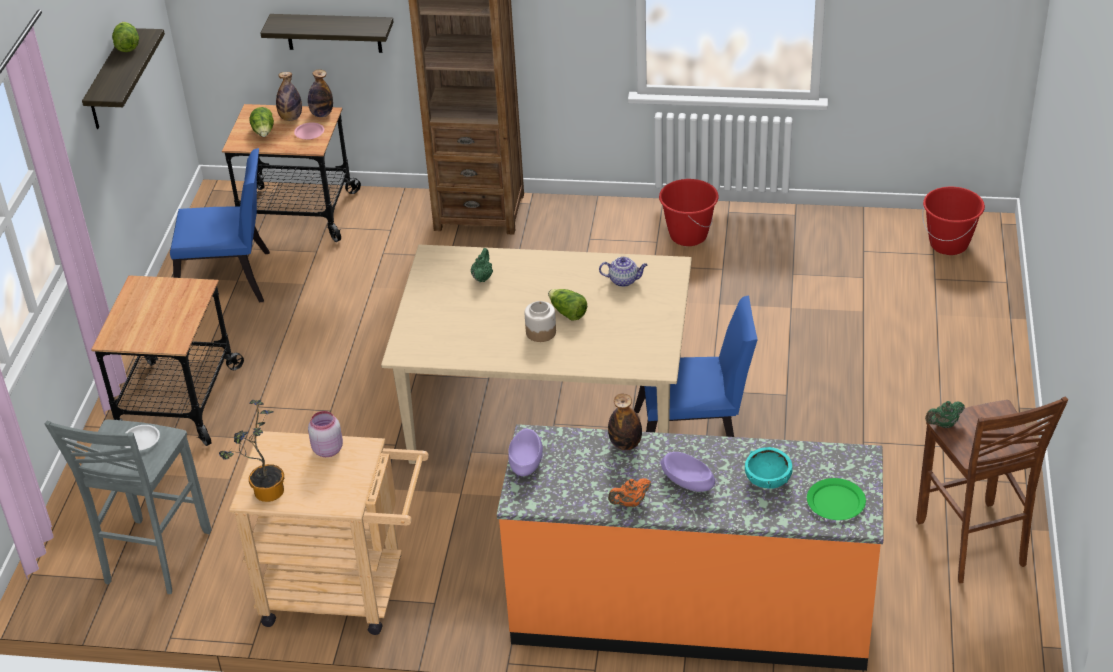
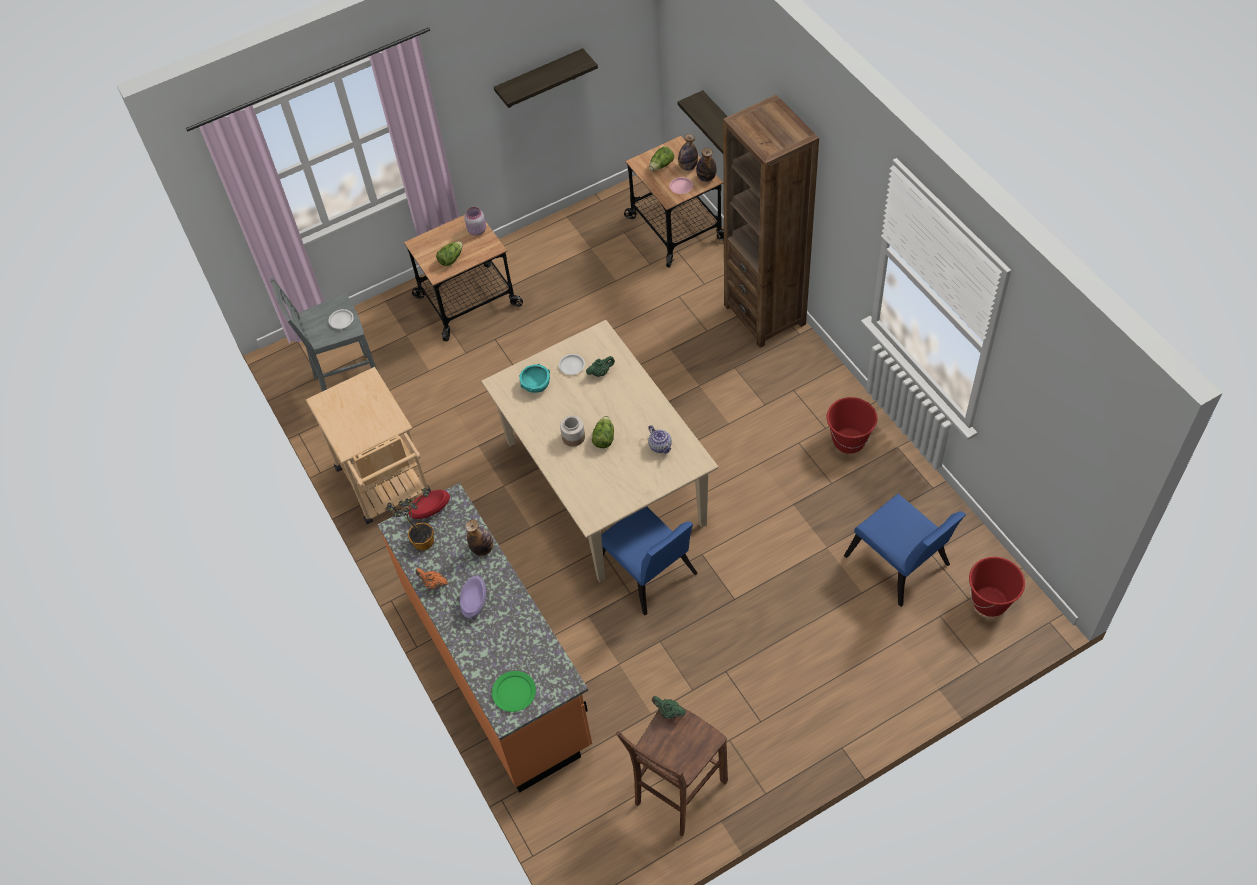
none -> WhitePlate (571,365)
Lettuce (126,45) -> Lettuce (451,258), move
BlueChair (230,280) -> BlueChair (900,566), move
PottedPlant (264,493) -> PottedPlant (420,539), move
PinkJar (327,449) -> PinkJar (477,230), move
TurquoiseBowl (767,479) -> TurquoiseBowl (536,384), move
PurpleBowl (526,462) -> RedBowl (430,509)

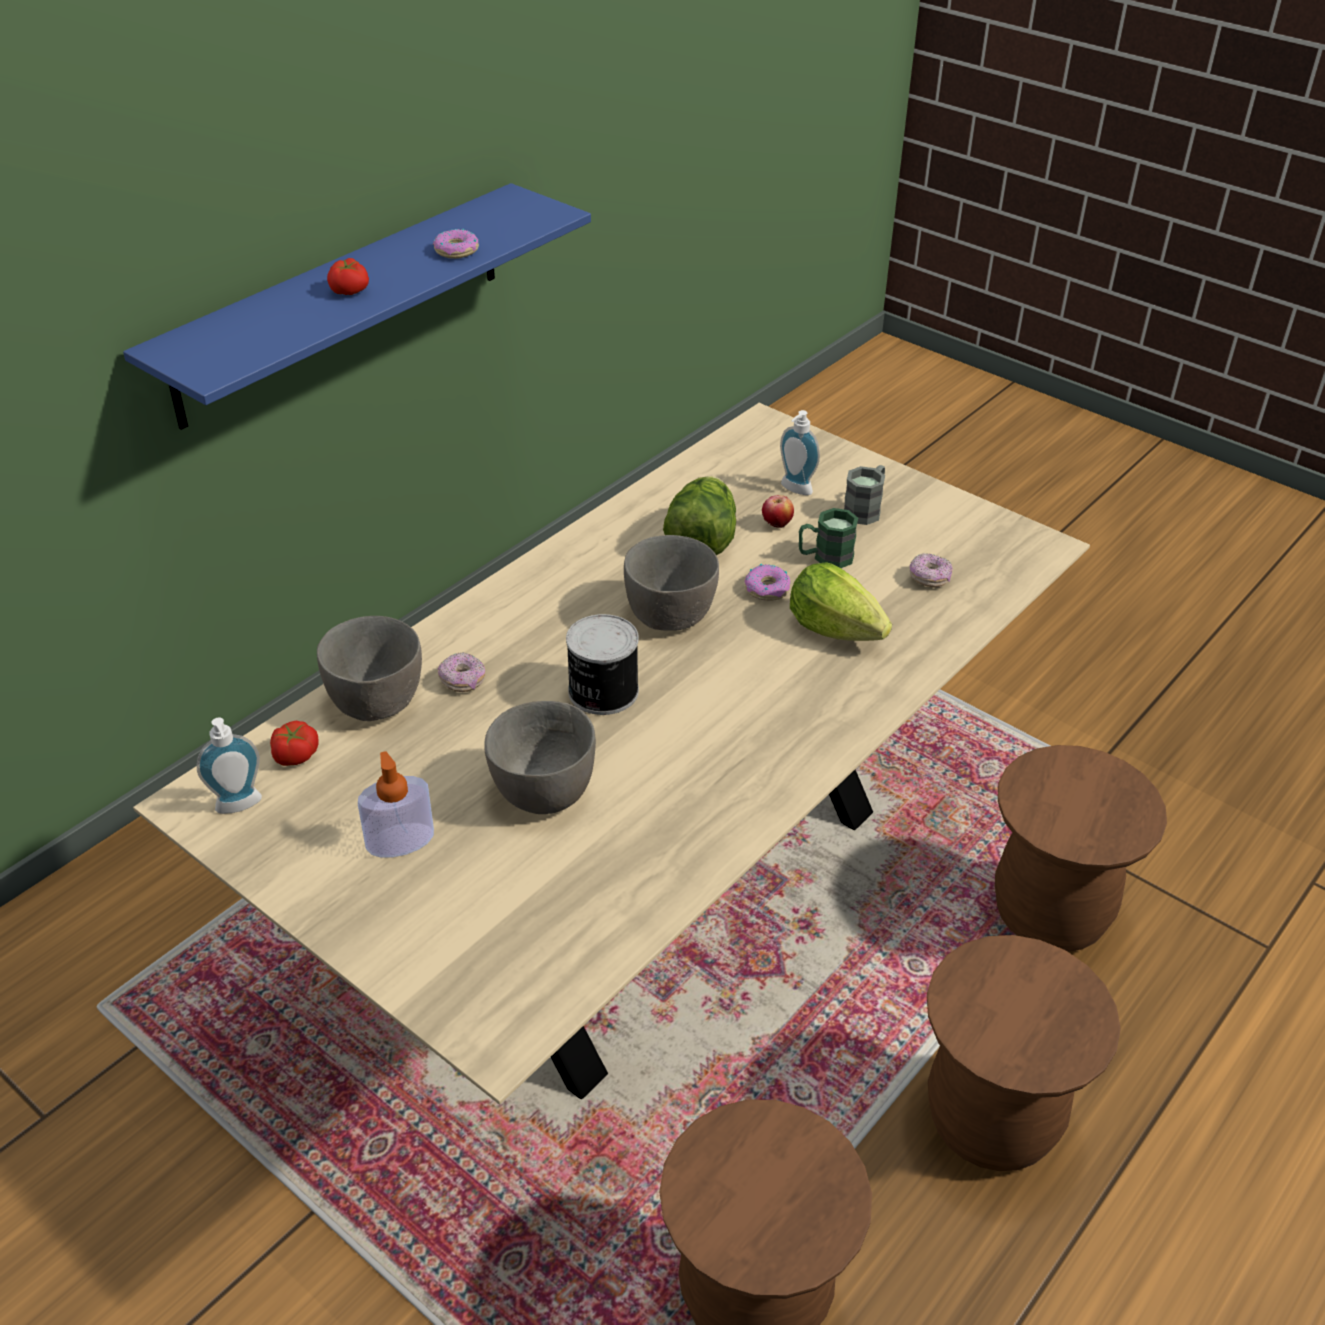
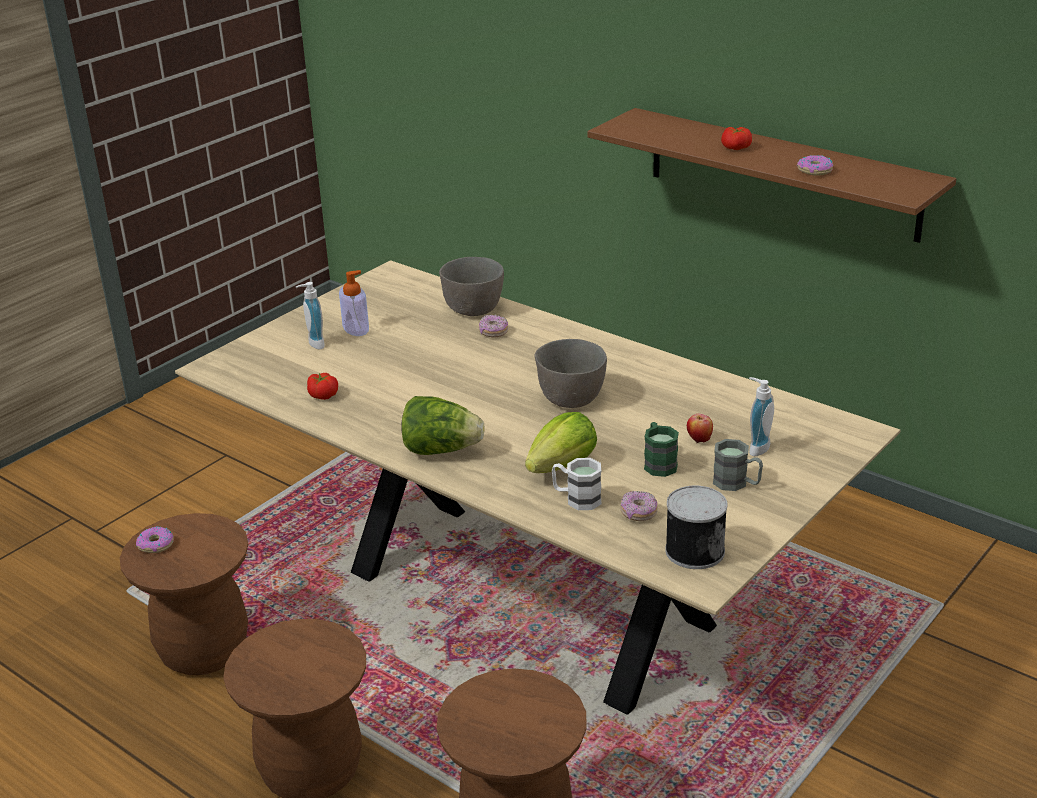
GreyBowl (541,791) -> none
none -> WhiteMug (576,498)
SoapDispenser (240,807) -> SoapDispenser (313,344), move
Tomato (295,755) -> Tomato (323,395), move
Can (601,692) -> Can (693,550), move
Lettuce (701,541) -> Lettuce (441,450), move
Donut (767,589) -> Donut (156,545), move
BlueShelf (342,303) -> BrownShelf (781,173)

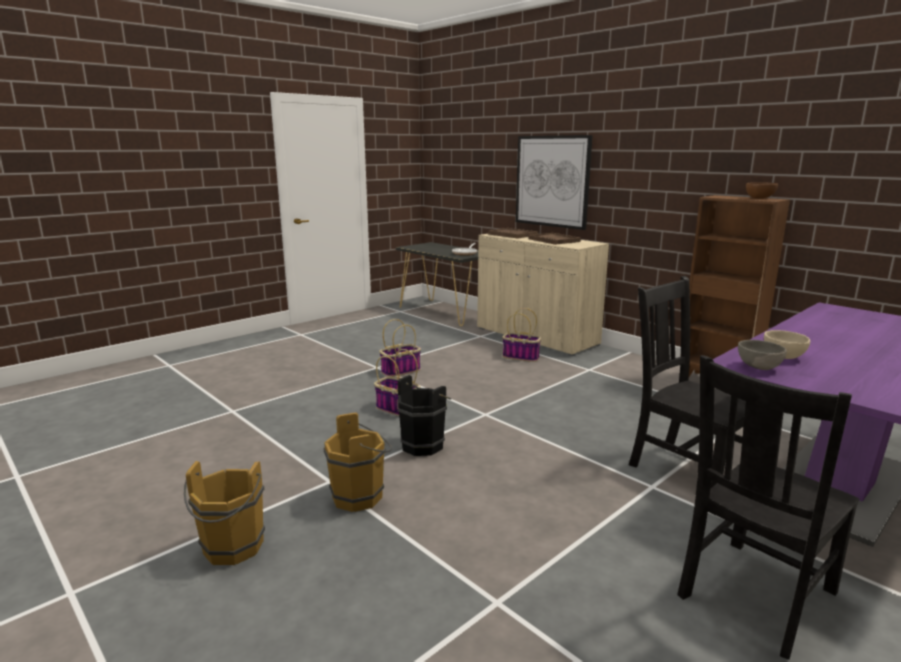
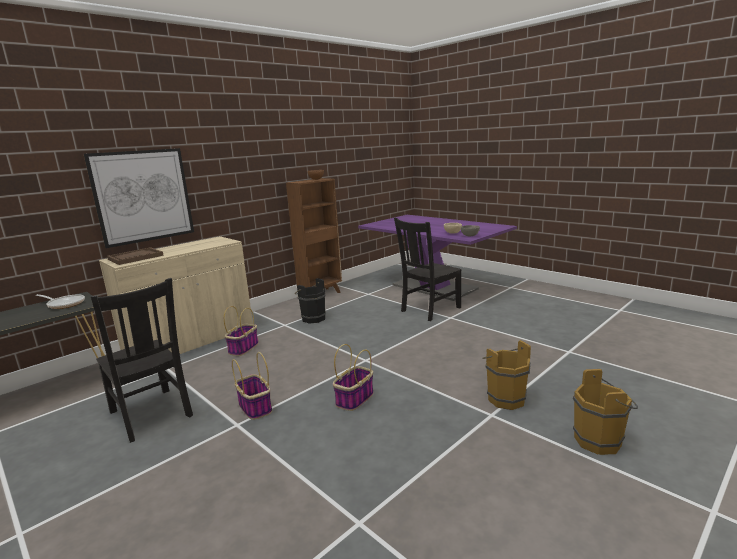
BrownTray (554,240) -> none
BlackBucket (425,444) -> BlackBucket (312,318), move
BlackChair (754,596) -> BlackChair (151,415), move

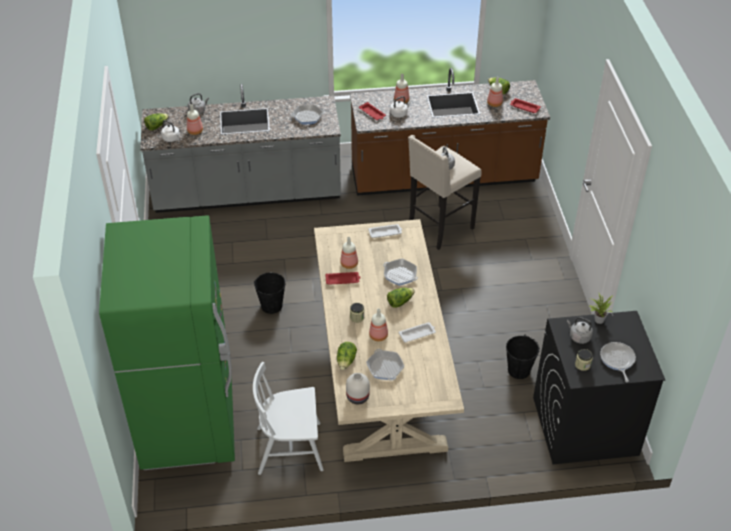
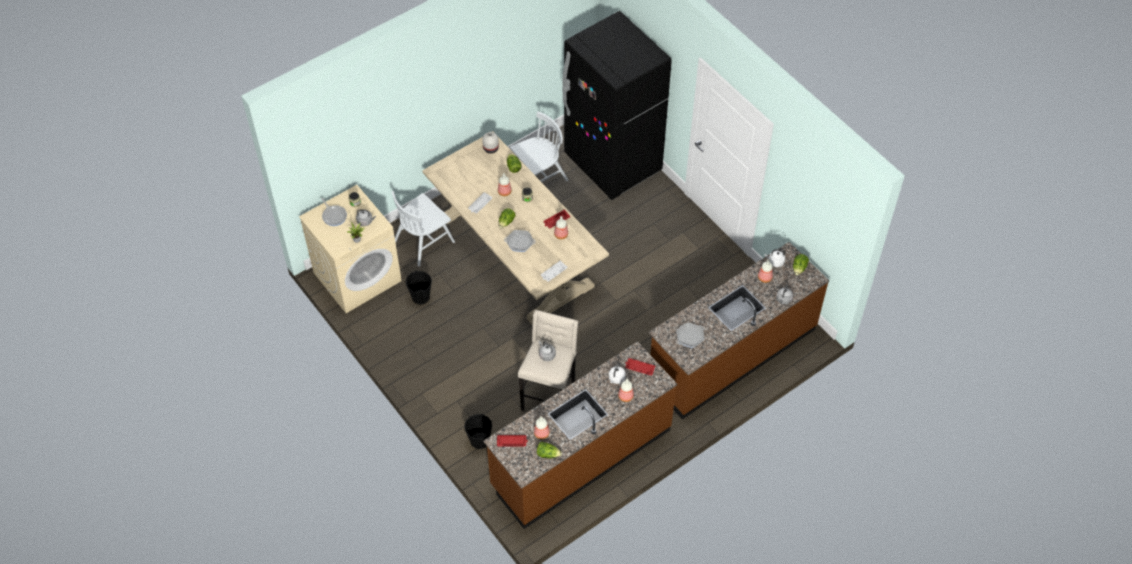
FryingPan (385,368) -> none
none -> WhiteChair (424,241)
BlackBucket (271,305) -> BlackBucket (479,440), move
GreenFridge (188,423) -> BlackFridge (613,163)
GreyCounter (247,194) -> BrownCounter (731,354)
BlackWashingMachine (584,426) -> BeigeWashingMachine (357,276)

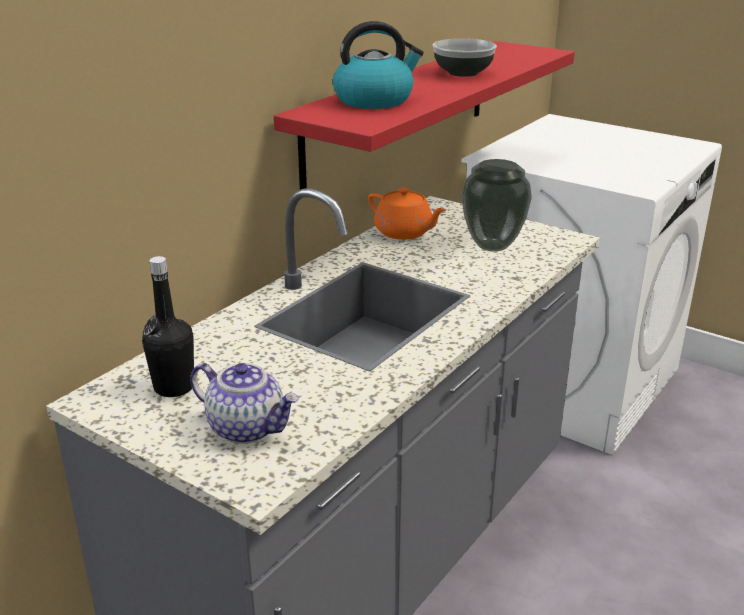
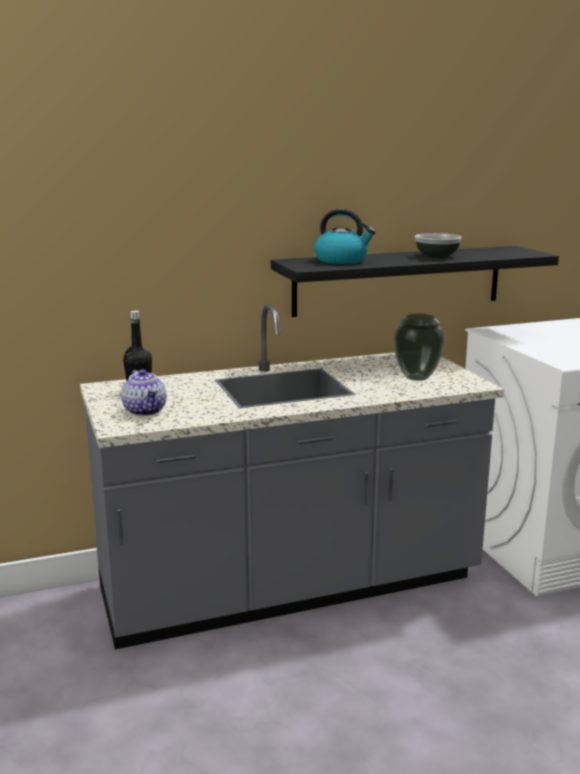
OrangeTeapot (404,232) -> none
RedShelf (400,111) -> BlackShelf (398,280)

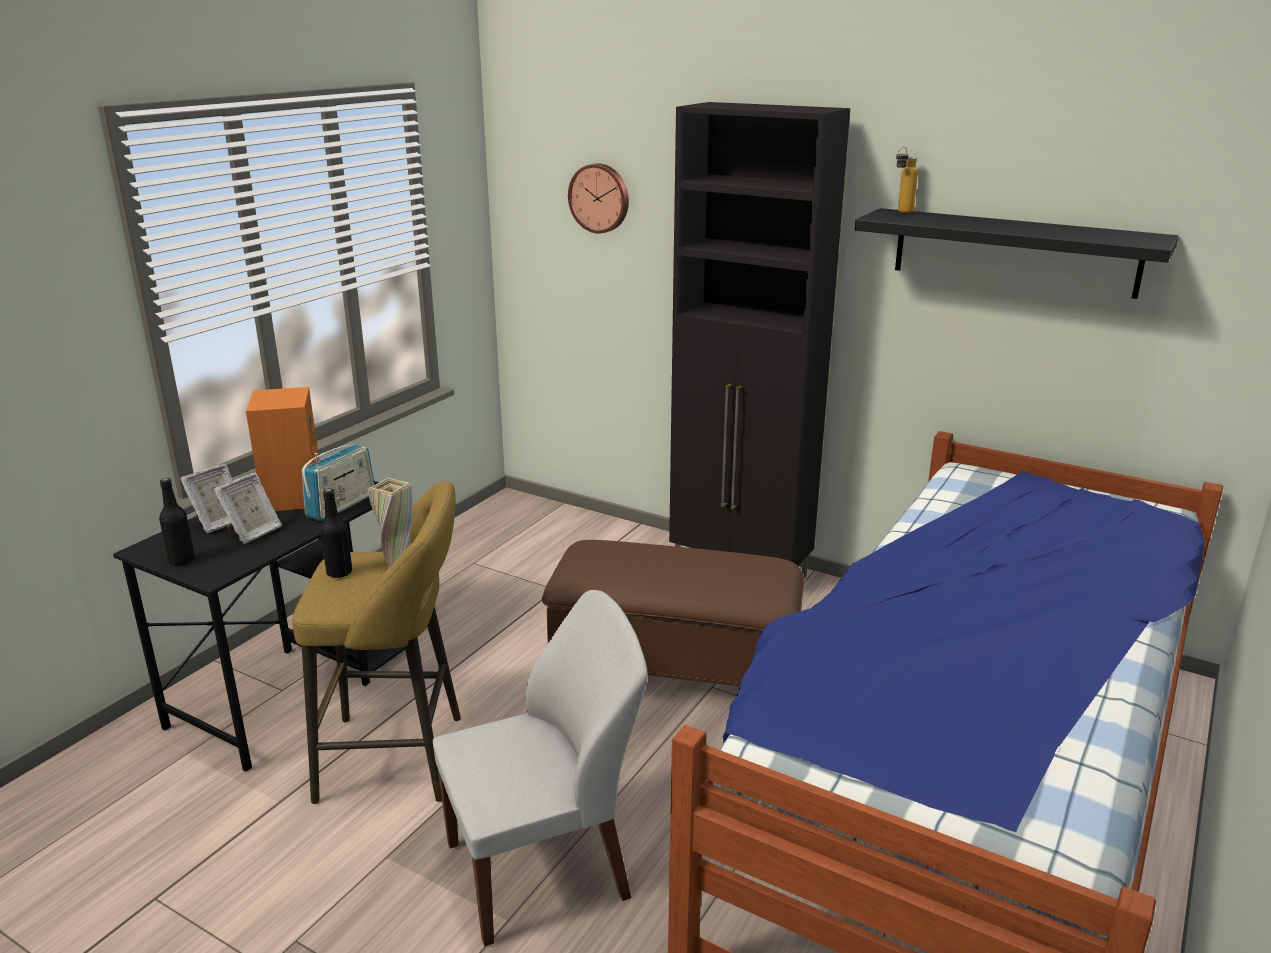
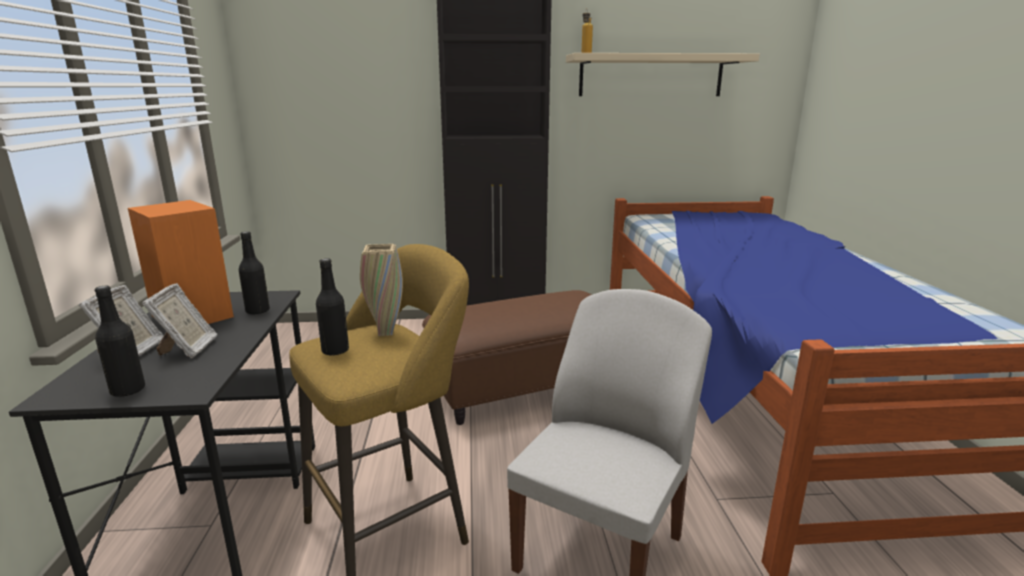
WallClock (600,198) -> none
Radio (342,506) -> BlackBottle (257,311)
BlackShelf (1014,252) -> BeigeShelf (651,76)

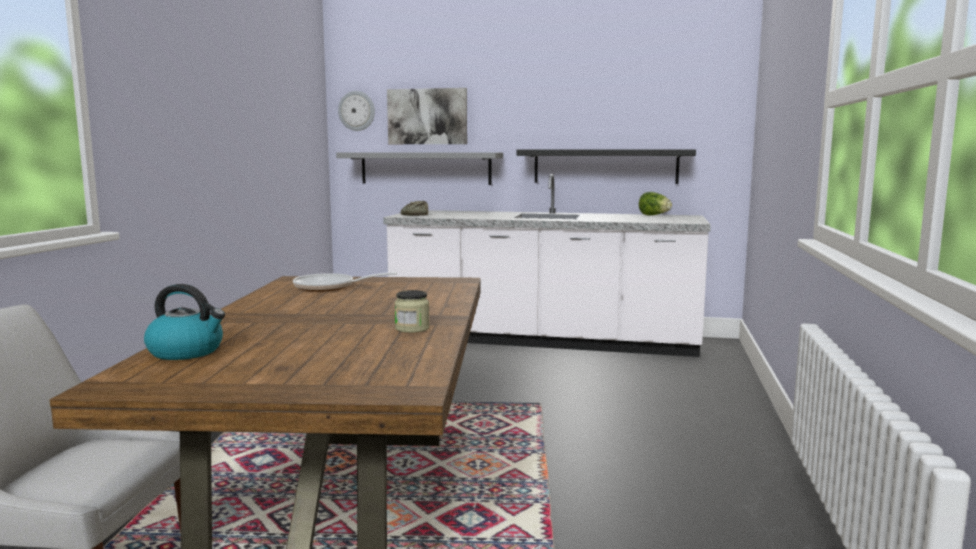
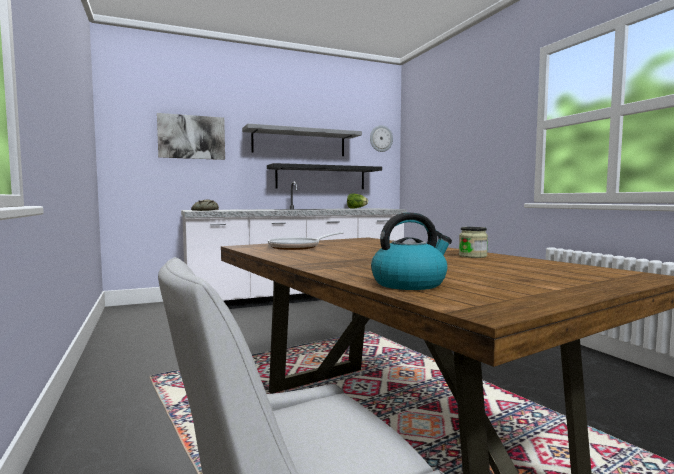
GreyShelf (425,168) -> GreyShelf (299,143), move
WallClock (357,111) -> WallClock (381,138), move

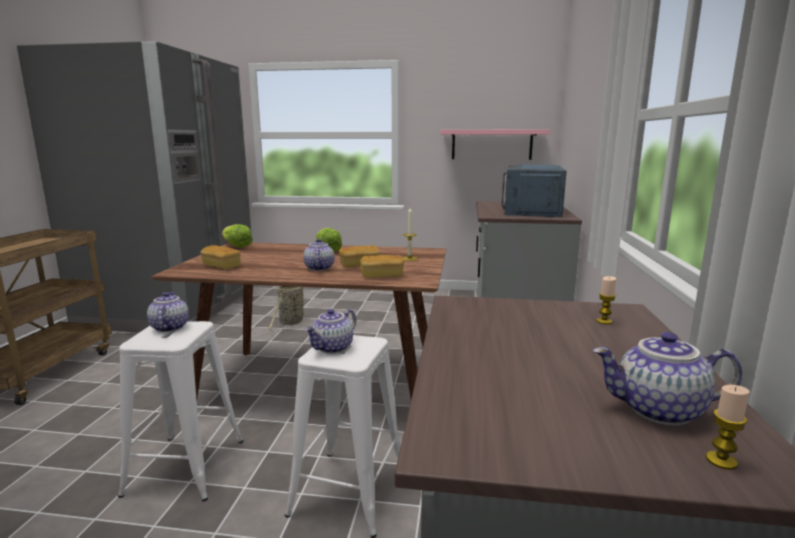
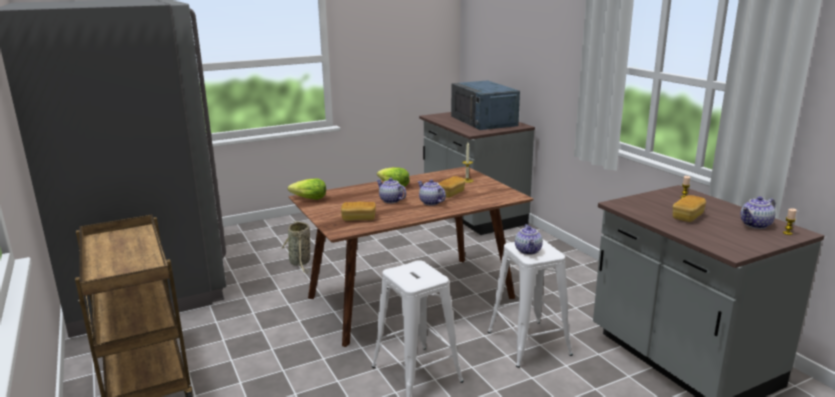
PinkShelf (491,144) -> none
Teapot (168,327) -> Teapot (390,200), move
Bread (382,276) -> Bread (687,217), move

